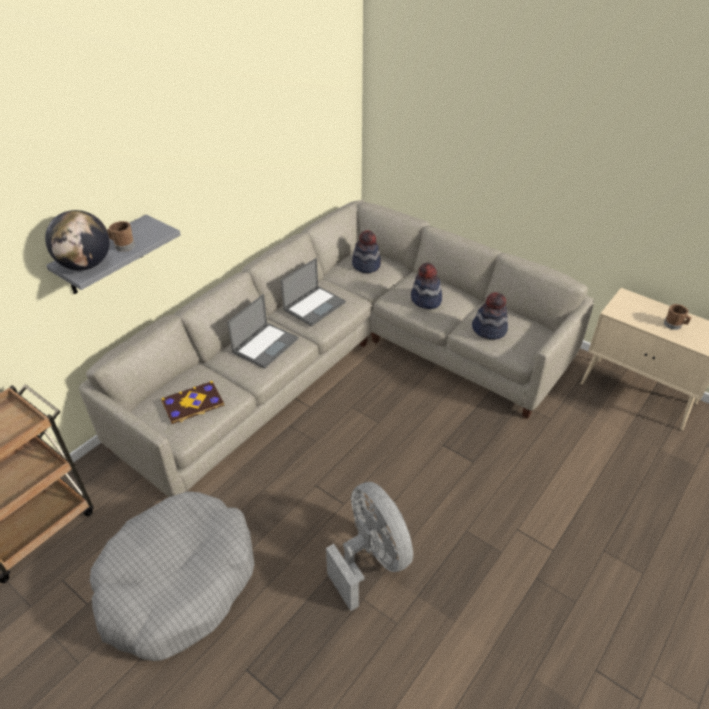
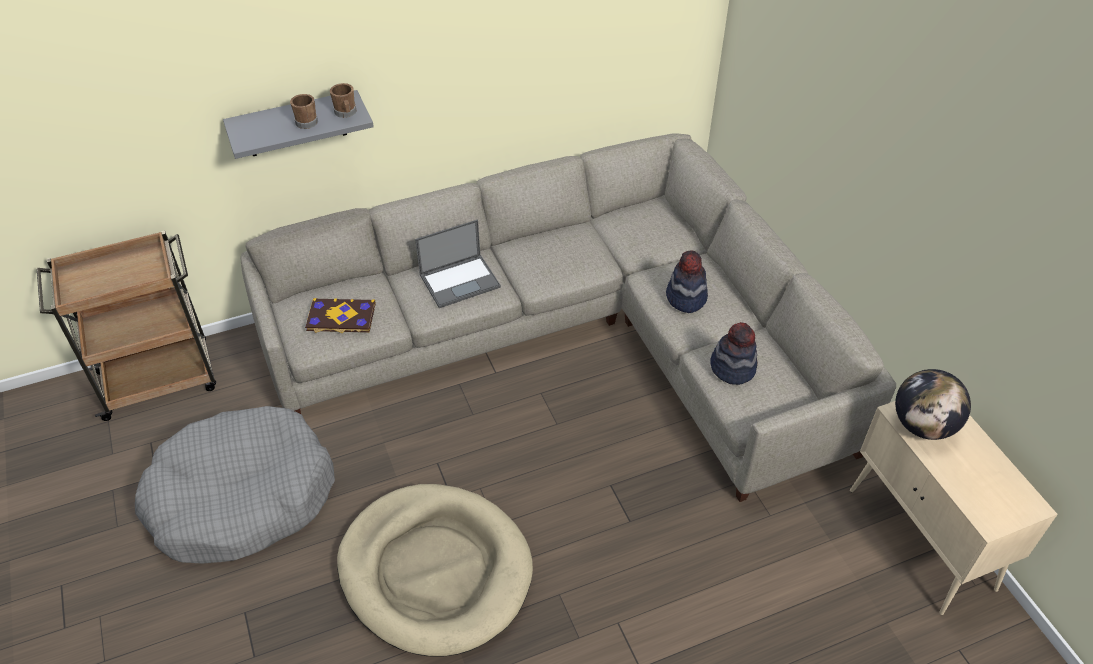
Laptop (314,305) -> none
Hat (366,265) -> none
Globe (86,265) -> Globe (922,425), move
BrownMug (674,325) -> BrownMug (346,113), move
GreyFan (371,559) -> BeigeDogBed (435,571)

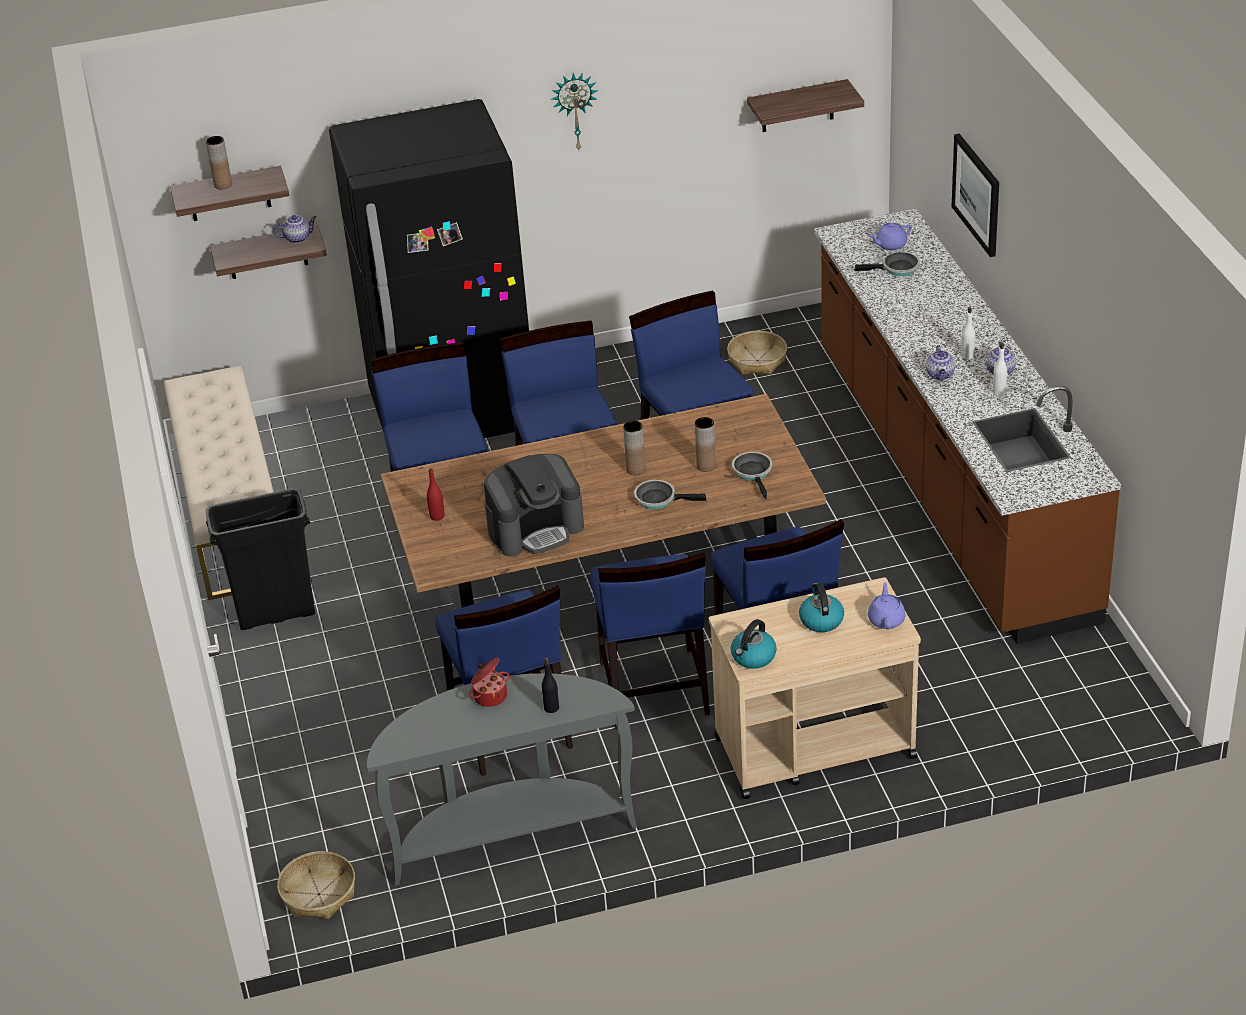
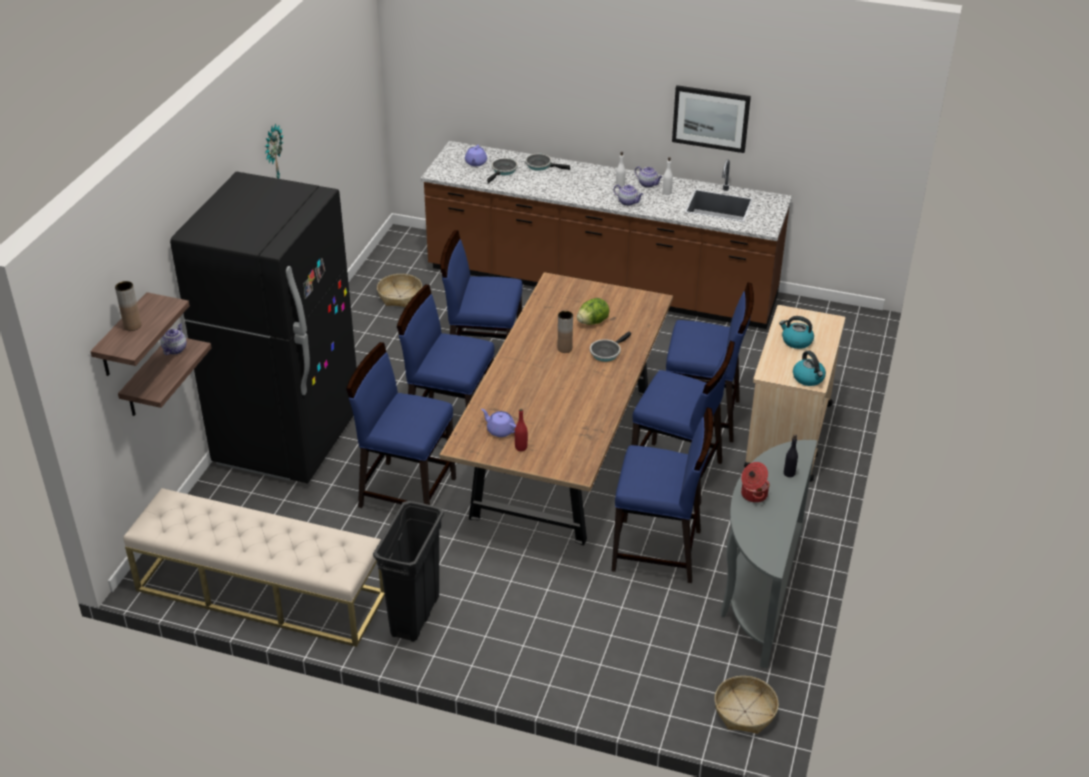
CoffeeMachine (535,529) -> none
Shelf (797,106) -> none
FryingPan (753,473) -> FryingPan (541,165), move
PurpleTeapot (886,619) -> PurpleTeapot (500,430), move
Picture (977,194) -> Picture (711,118), move
BrownVase (706,466) -> Lettuce (592,322)

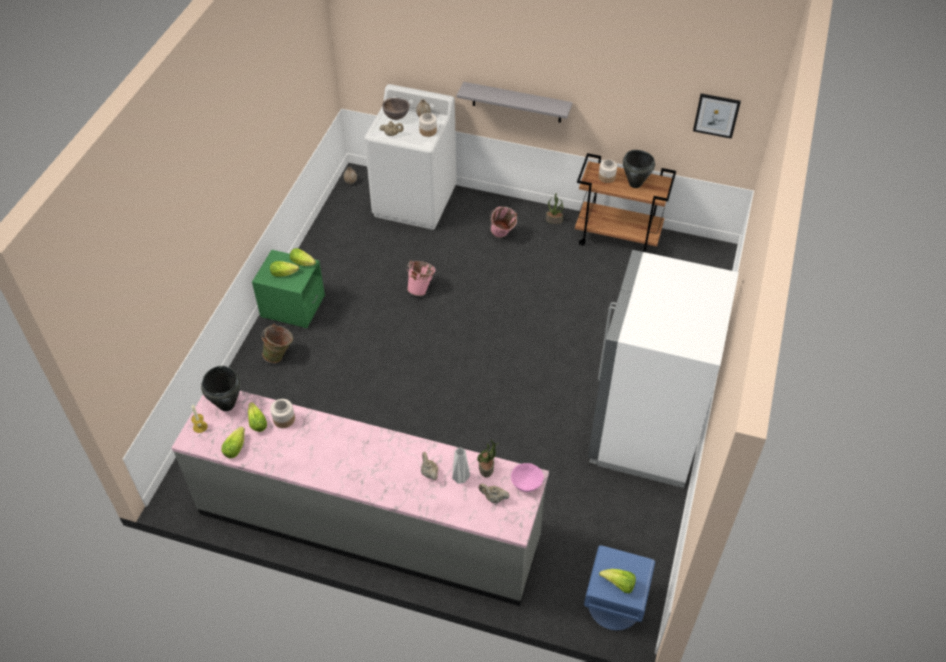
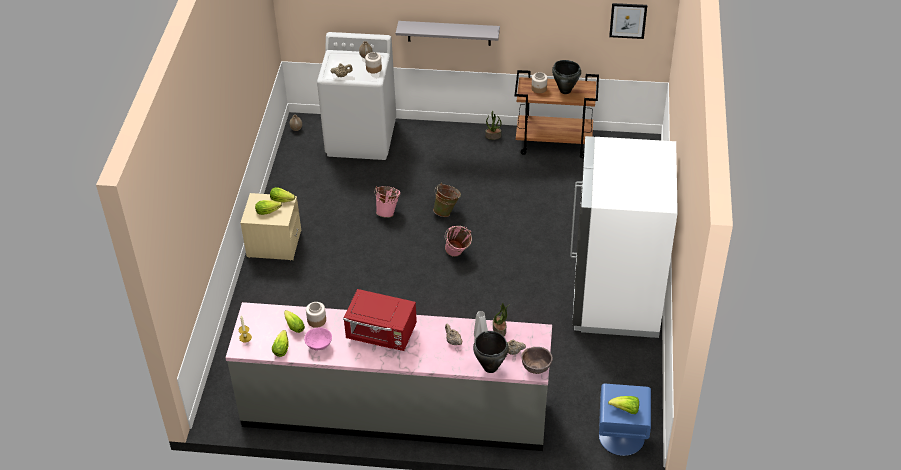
none -> RedMicrowave (382,335)
BlackCookingPot (226,405) -> BlackCookingPot (490,367), move
GreenBucket (280,355) -> GreenBucket (447,211), move
BrownBowl (396,117) -> BrownBowl (536,369), move
PinkBucket (502,236) -> PinkBucket (457,255), move
PinkBowl (526,484) -> PinkBowl (319,345), move
GreenNightstand (292,306) -> BeigeNightstand (274,244)

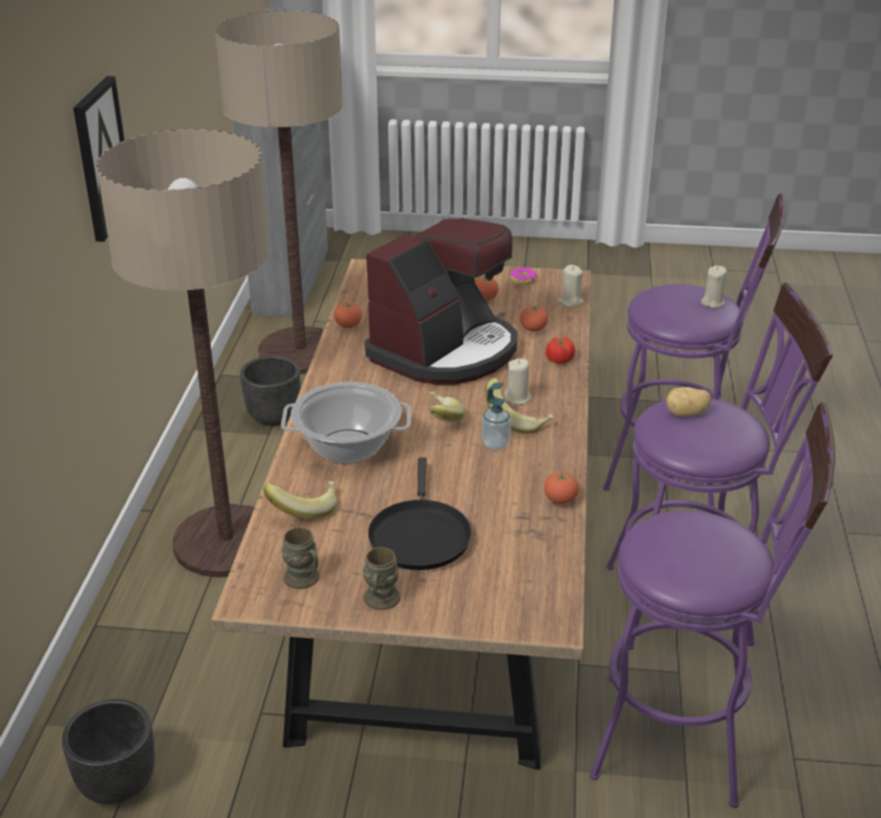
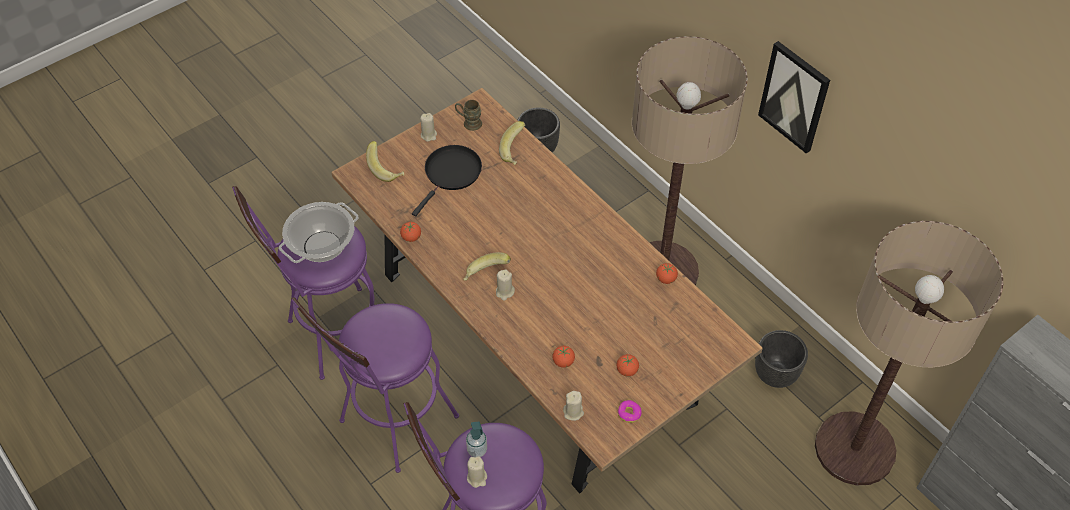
CoffeeMachine (445,351) -> none
Tomato (559,360) -> none
Potato (686,414) -> none
CookingPot (348,446) -> CookingPot (322,247), move
Banana (438,420) -> Banana (386,169), move
SoapDispenser (495,444) -> SoapDispenser (477,450), move
BrownMug (380,602) -> BeigeCandle (429,135)
BlackFryingPan (419,535) -> BlackFryingPan (451,174), 75 degrees clockwise

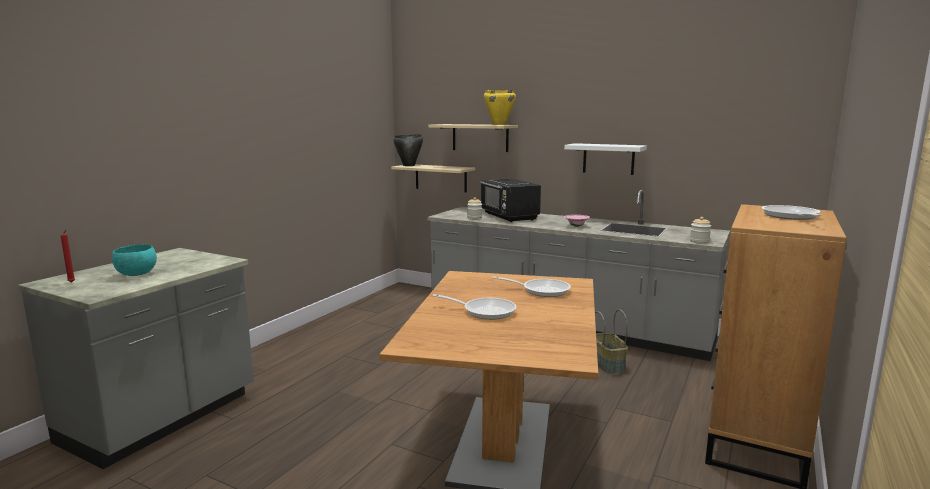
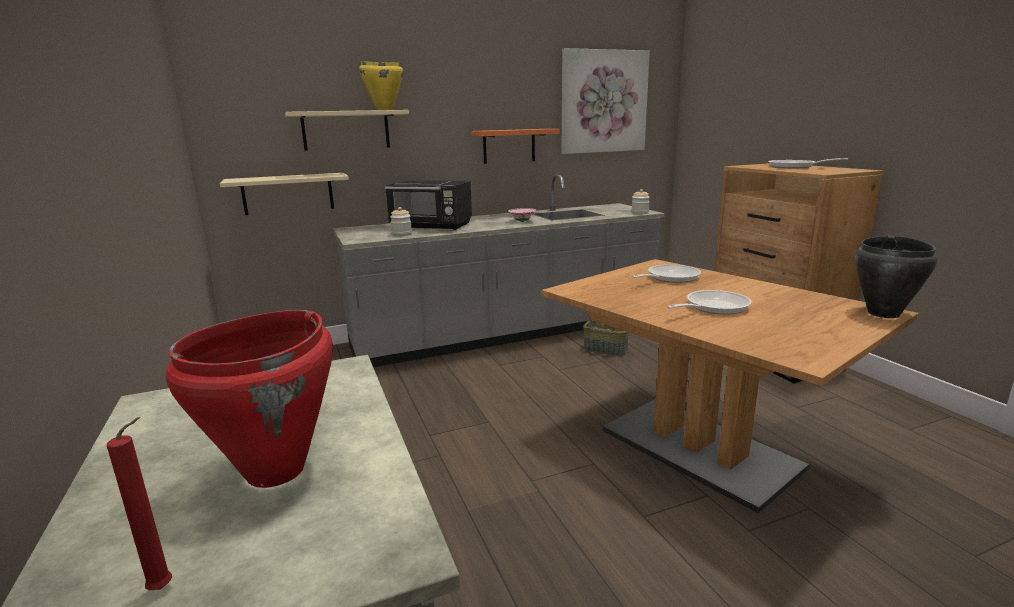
none -> Picture (604,102)
BlackCookingPot (409,165) -> BlackCookingPot (884,313), move
TurquoiseBowl (137,274) -> RedCookingPot (277,470)
WhiteShelf (608,159) -> OrangeShelf (509,146)

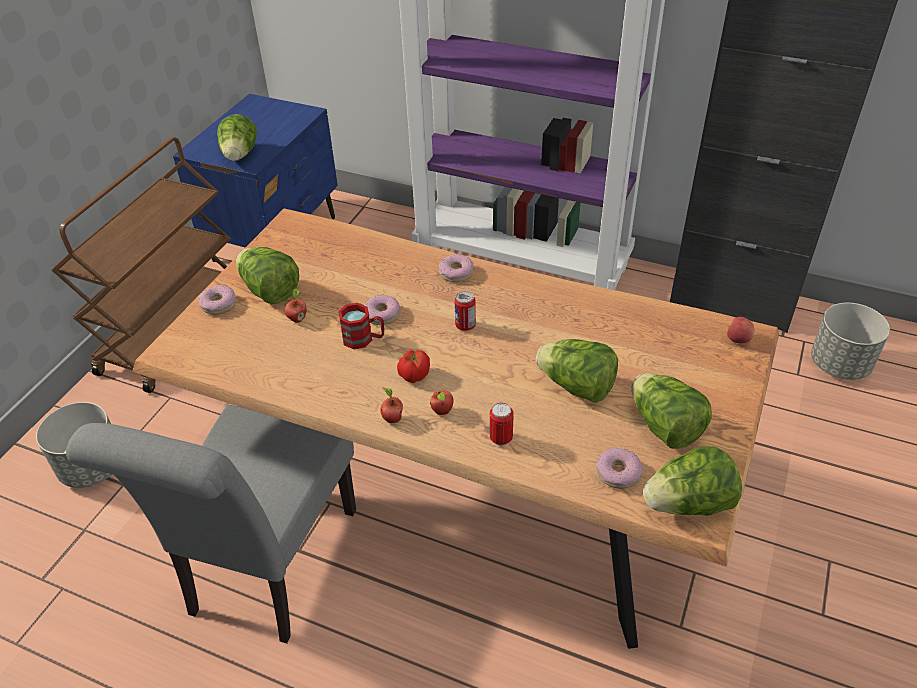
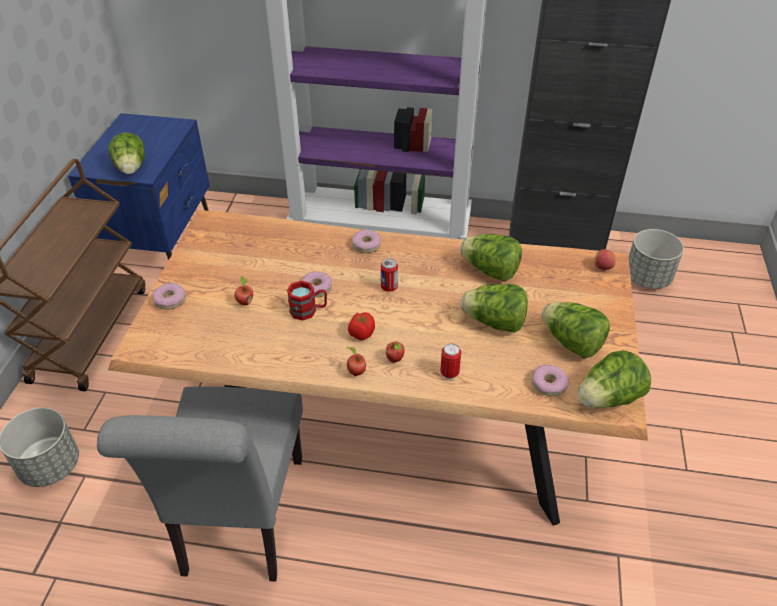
Lettuce (269,291) -> Lettuce (490,271), move

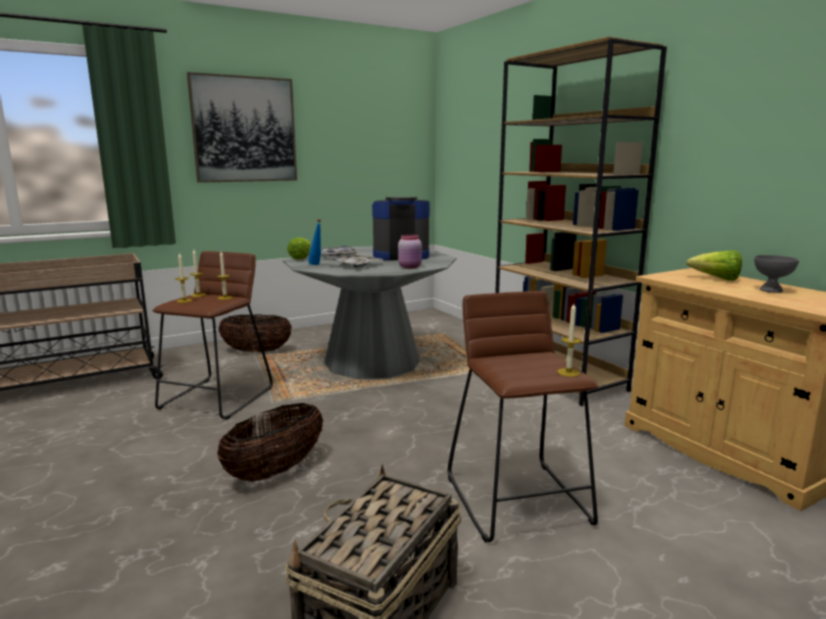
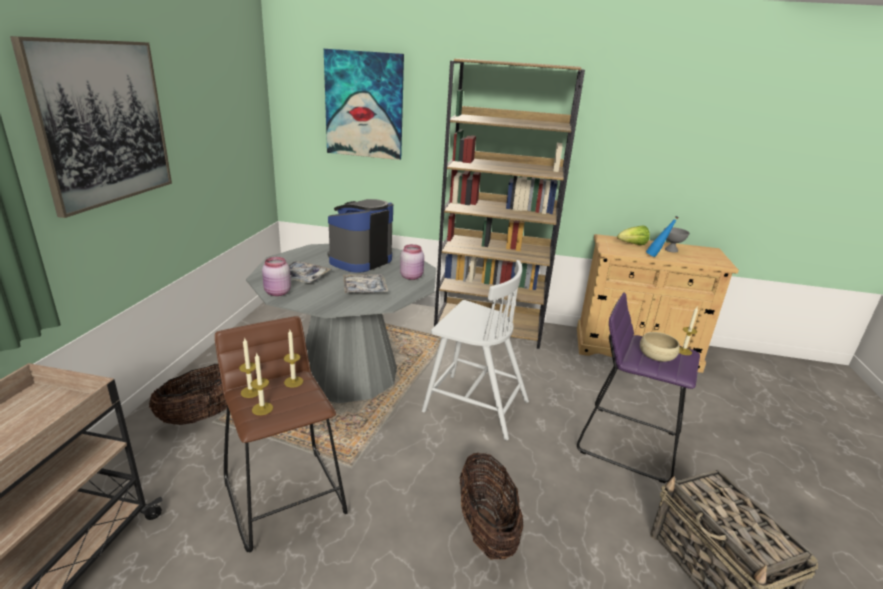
none -> Picture (364,105)
none -> WhiteChair (474,405)
none -> BeigeBowl (656,356)
BlueBottle (316,265) -> BlueBottle (656,256), move
Lettuce (301,258) -> PinkJar (277,293)
BrownStool (518,499) -> PurpleStool (628,442)

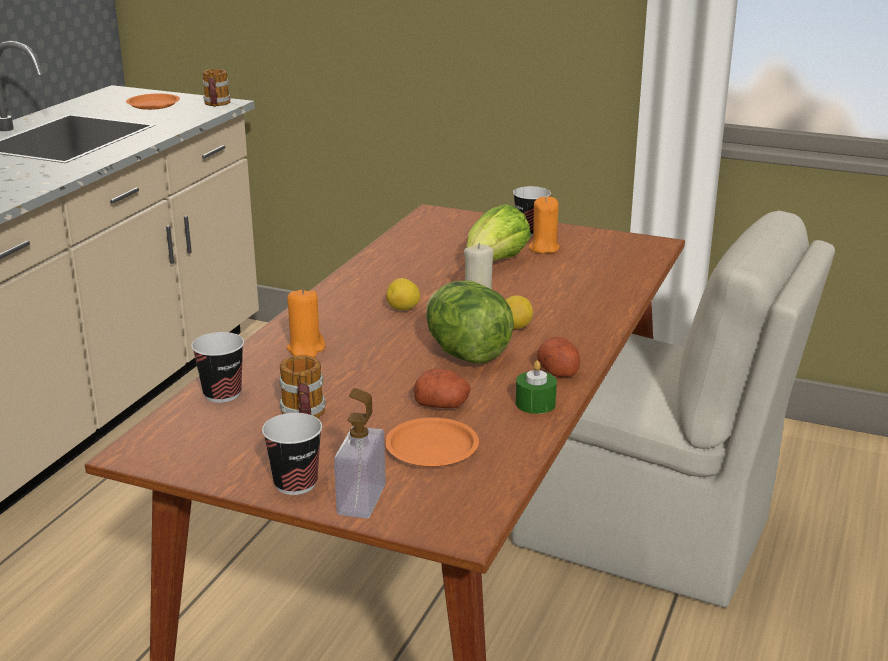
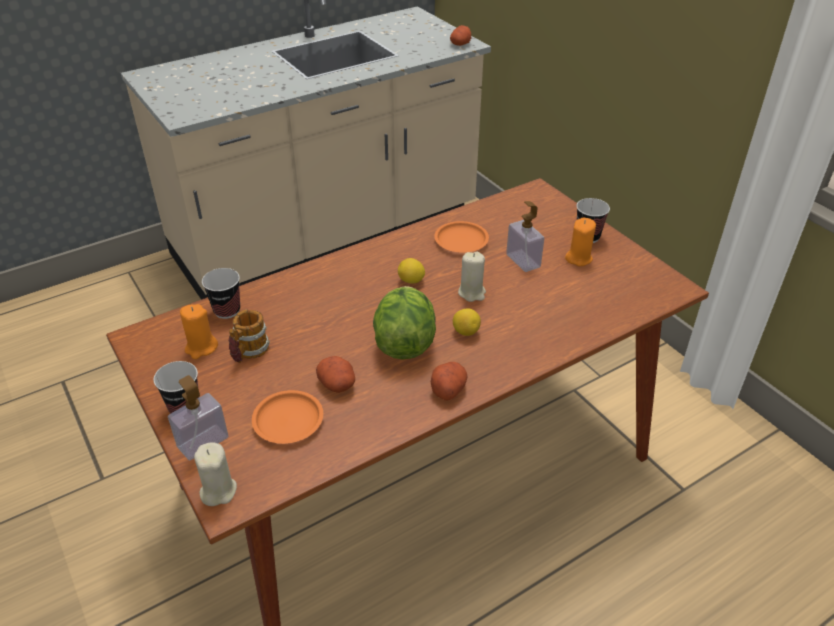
BeigeChair (649,534) -> none
GreenCandle (535,403) -> none
none -> BeigeCandle (218,490)
OrangePlate (153,105) -> OrangePlate (461,240), move
OrangeCandle (306,349) -> OrangeCandle (201,348), move
Mug (216,104) -> Potato (460,44)
Lettuce (494,264) -> SoapDispenser (523,261)

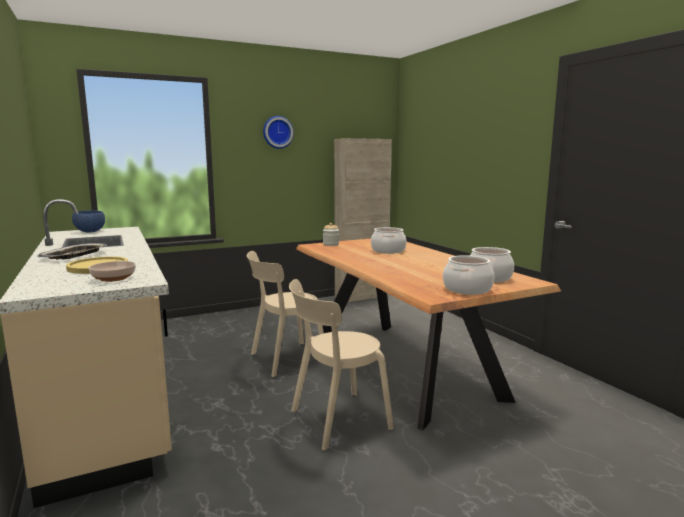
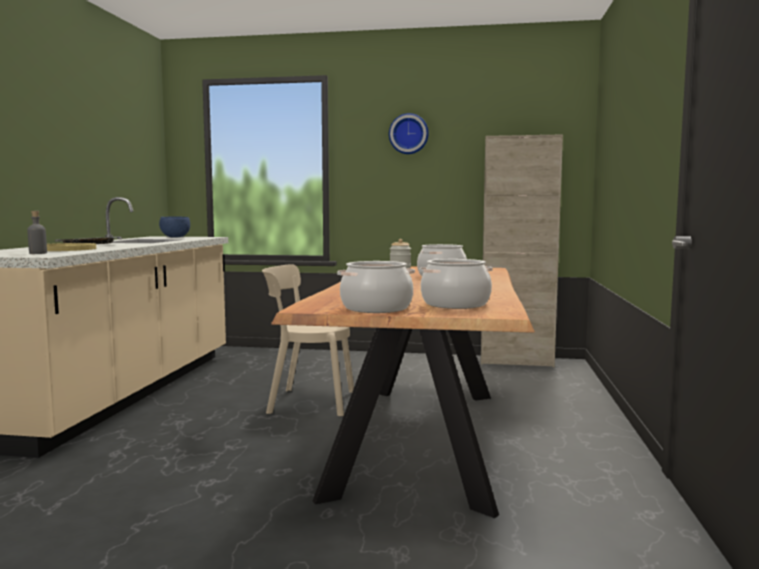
BeigeChair (336,420) -> none
Bowl (113,278) -> GreyBottle (38,253)

